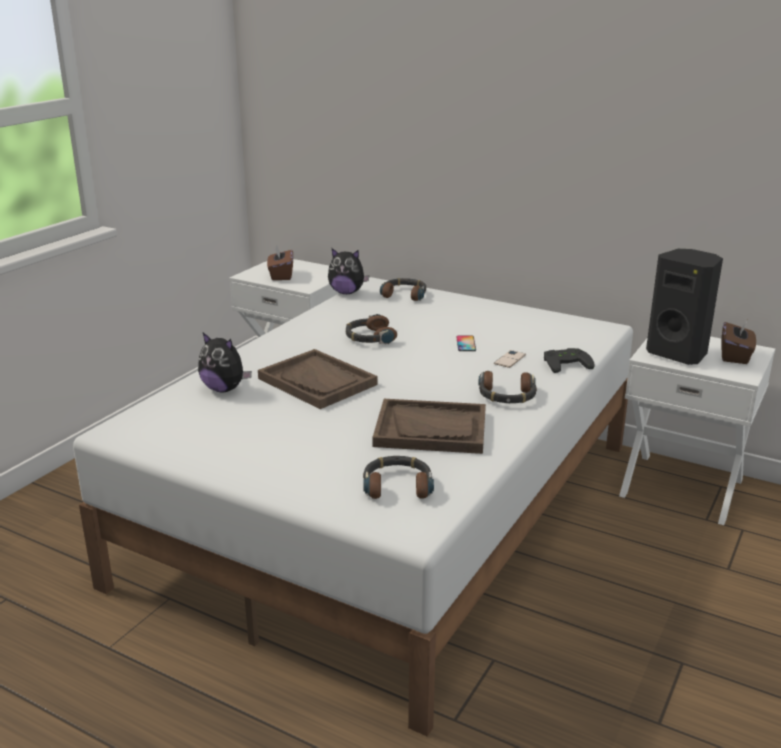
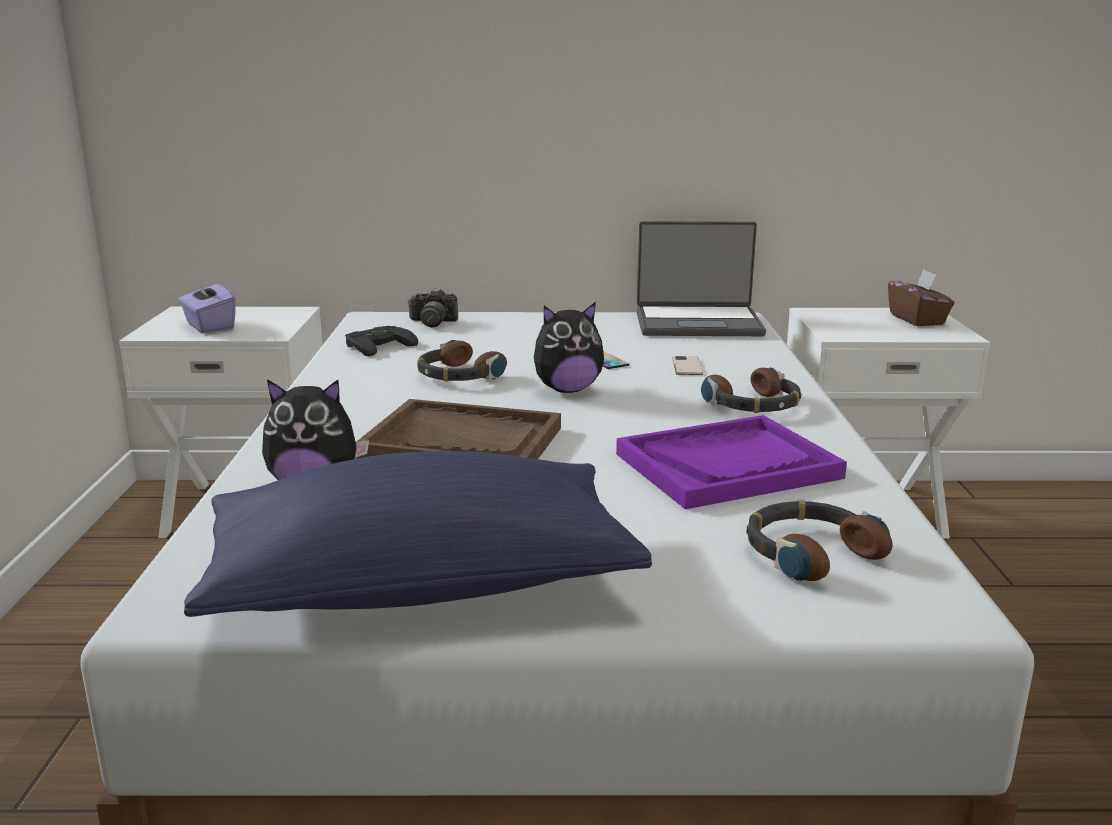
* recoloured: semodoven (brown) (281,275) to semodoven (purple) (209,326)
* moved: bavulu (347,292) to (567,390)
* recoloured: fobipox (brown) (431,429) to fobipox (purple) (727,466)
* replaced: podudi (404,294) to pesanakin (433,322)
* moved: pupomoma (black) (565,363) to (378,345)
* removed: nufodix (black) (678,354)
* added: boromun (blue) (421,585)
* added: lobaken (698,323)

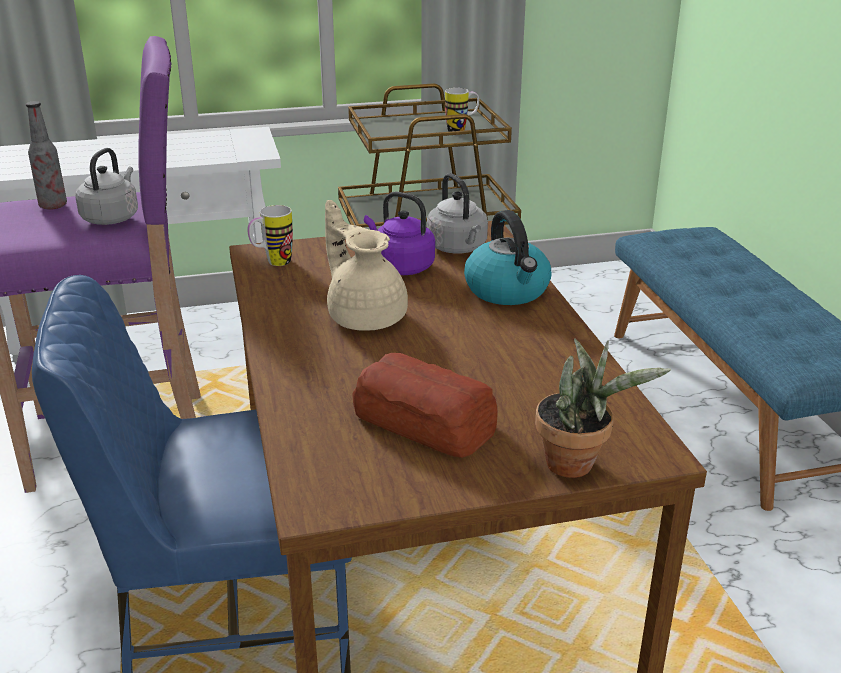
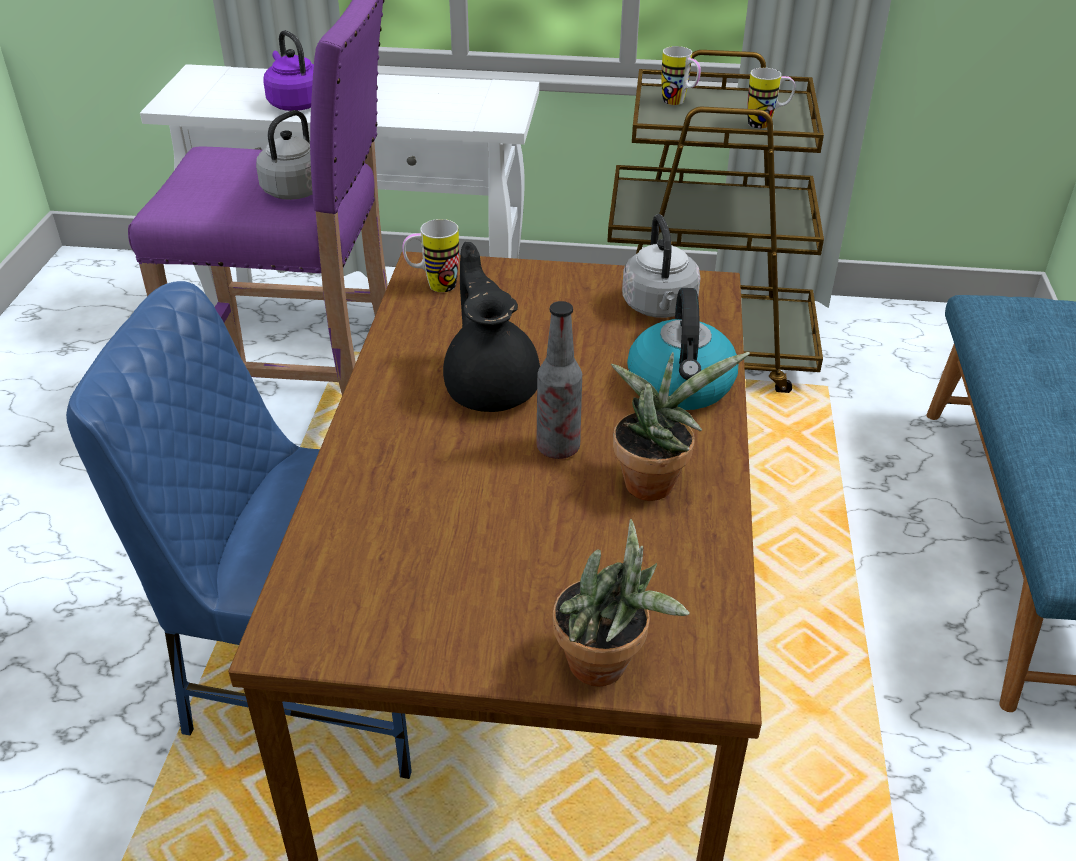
* moved: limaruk (53,206) to (558,448)
* recoloured: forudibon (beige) (365,316) to forudibon (black) (491,387)
* removed: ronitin (425,423)
* moved: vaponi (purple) (400,267) to (295,103)
* added: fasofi (654,481)
* added: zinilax (679,103)

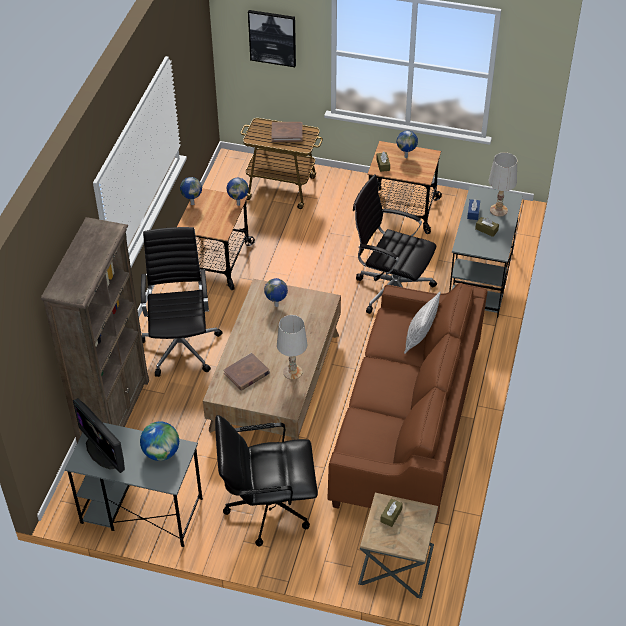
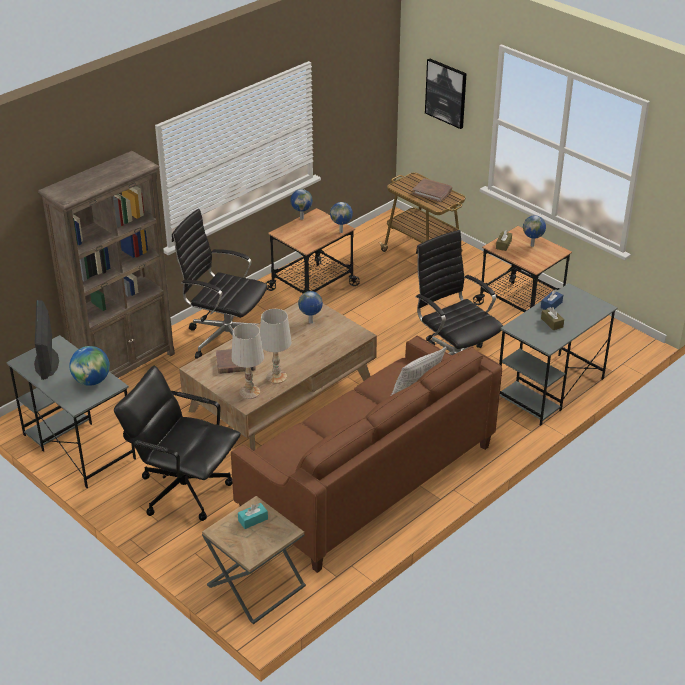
* turned: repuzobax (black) (181,345) = (225,338) 90 degrees counterclockwise
* recoloured: semodoven (brown) (391,515) to semodoven (turquoise) (253,520)
* moved: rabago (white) (498,210) to (249,392)

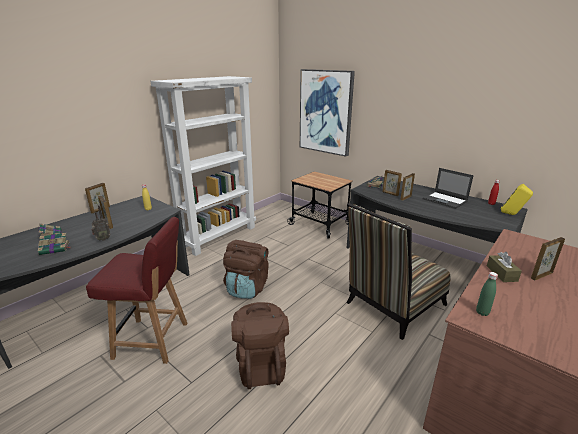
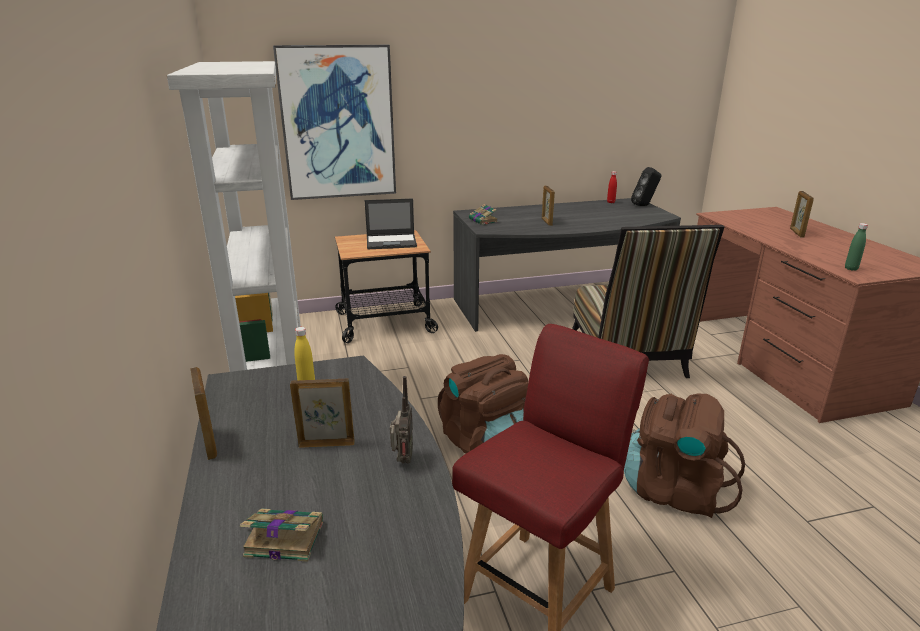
* removed: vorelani (55,249)
* removed: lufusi (390,194)
* moved: lobaken (445,200) to (392,242)
* removed: semodoven (brown) (501,273)
* recoloured: nufodix (yellow) (512,214) to nufodix (black) (645,205)

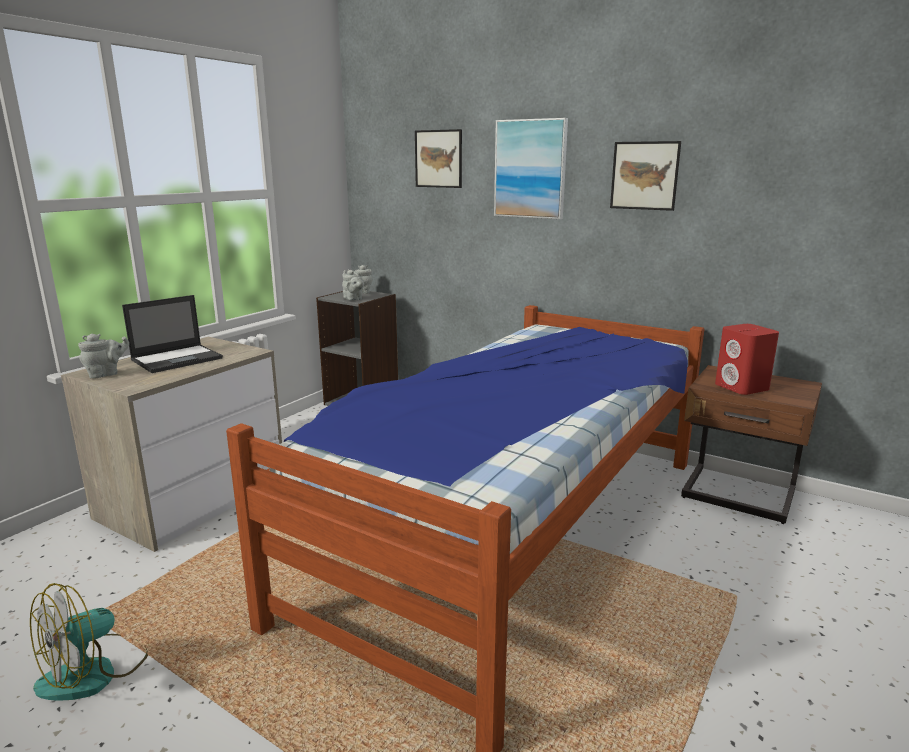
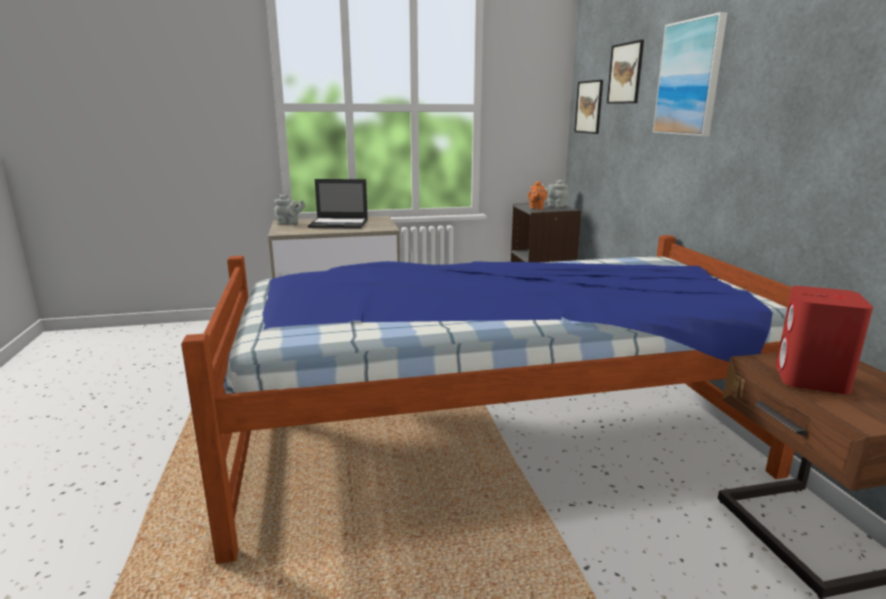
* removed: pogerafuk (94,672)
* recoloured: forudibon (grey) (353,299) to forudibon (orange) (536,209)
* moved: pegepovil (644,175) to (589,107)

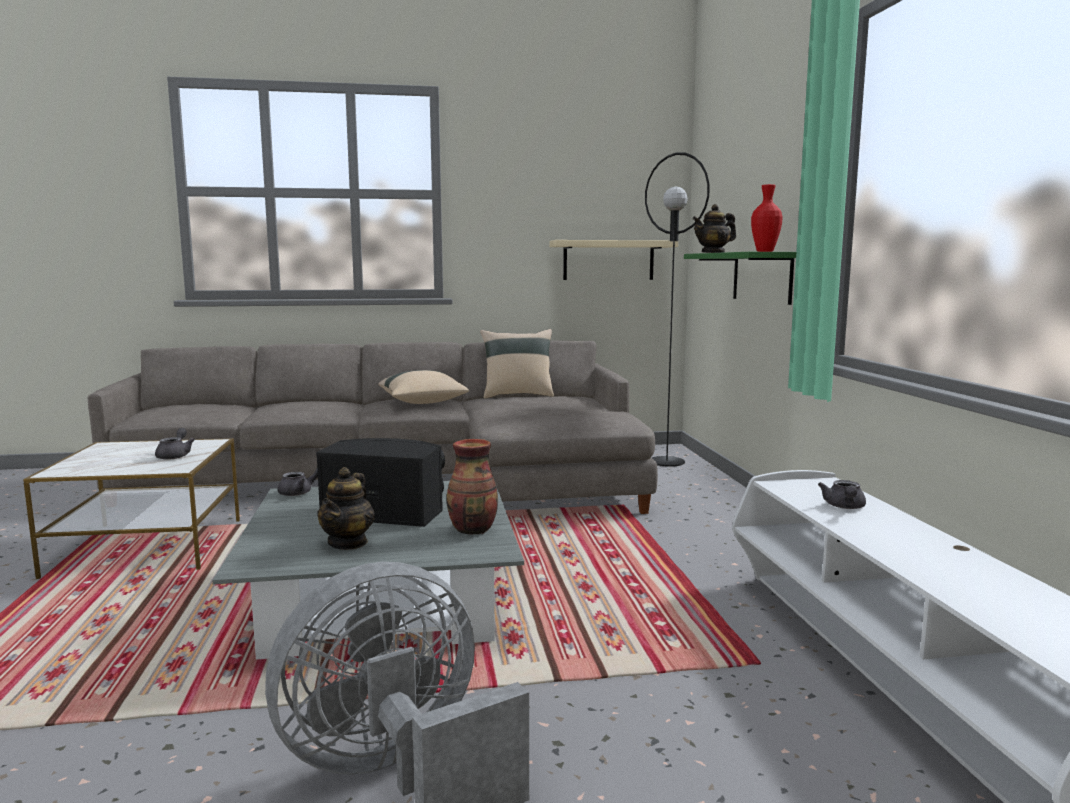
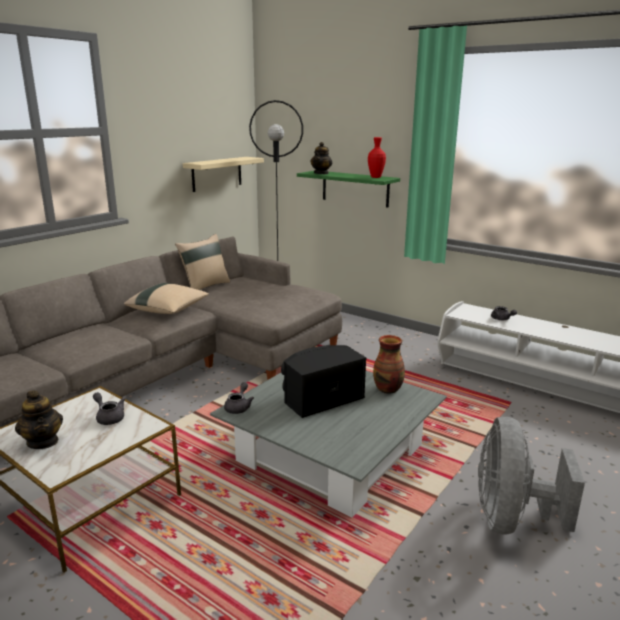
* moved: forudibon (348,543) to (43,441)

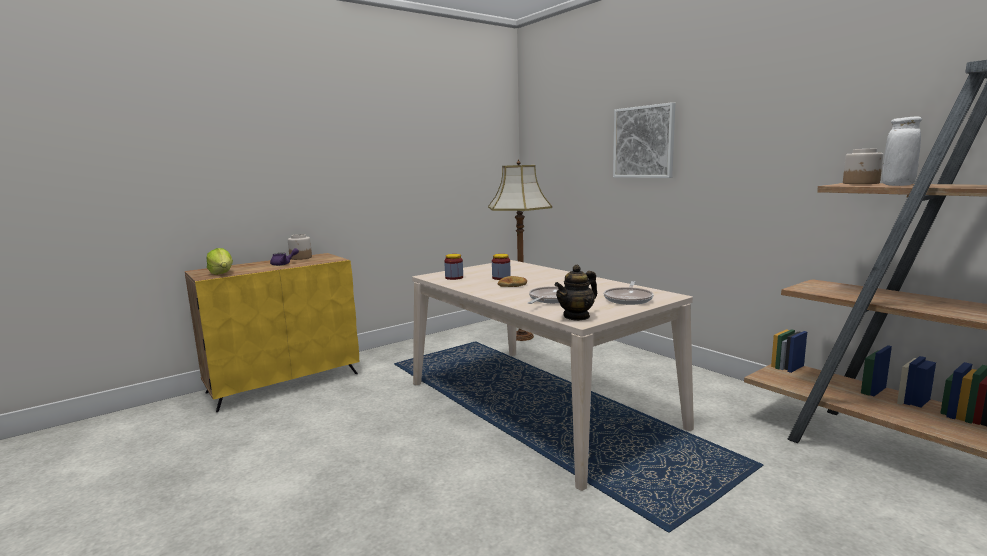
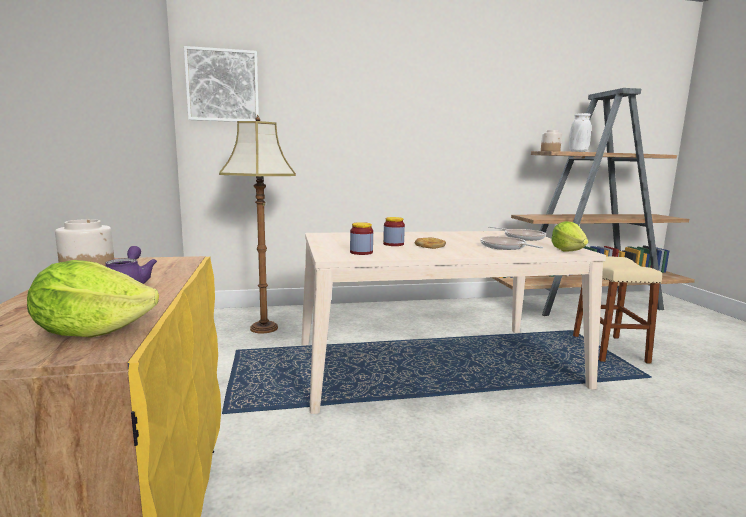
* replaced: forudibon (576,316) to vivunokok (568,250)
* moved: pegepovil (643,142) to (223,86)
* added: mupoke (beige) (609,349)

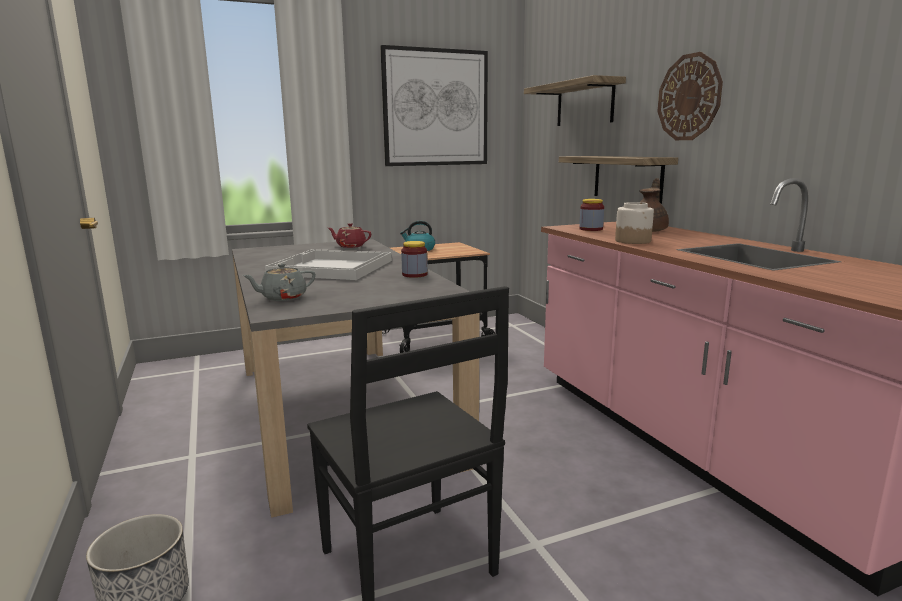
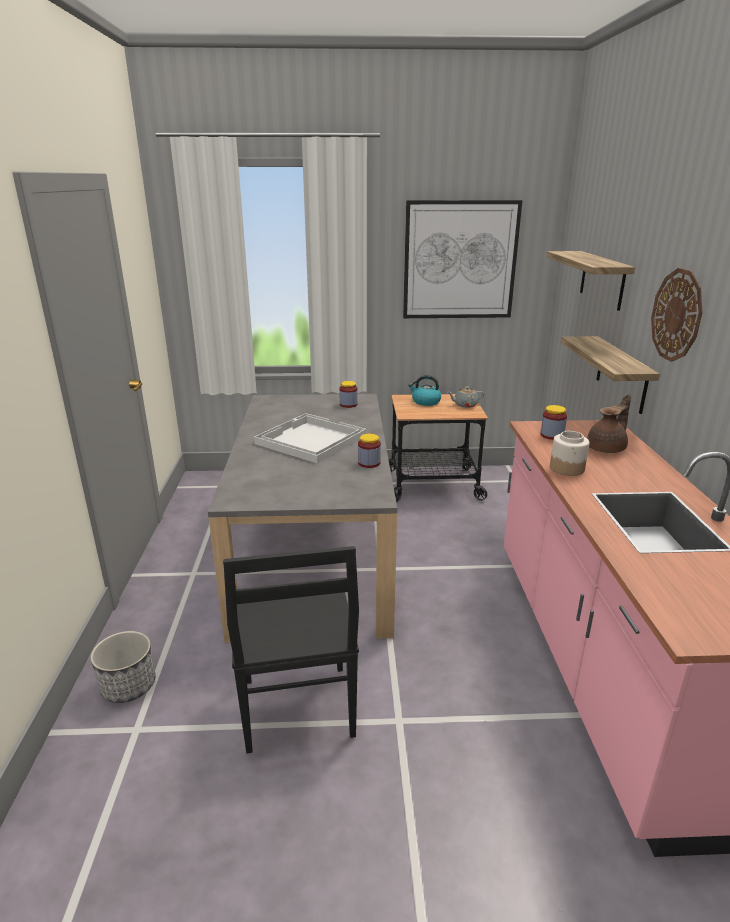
* moved: forudibon (grey) (283,297) to (465,405)
* replaced: forudibon (red) (350,246) to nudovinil (348,404)

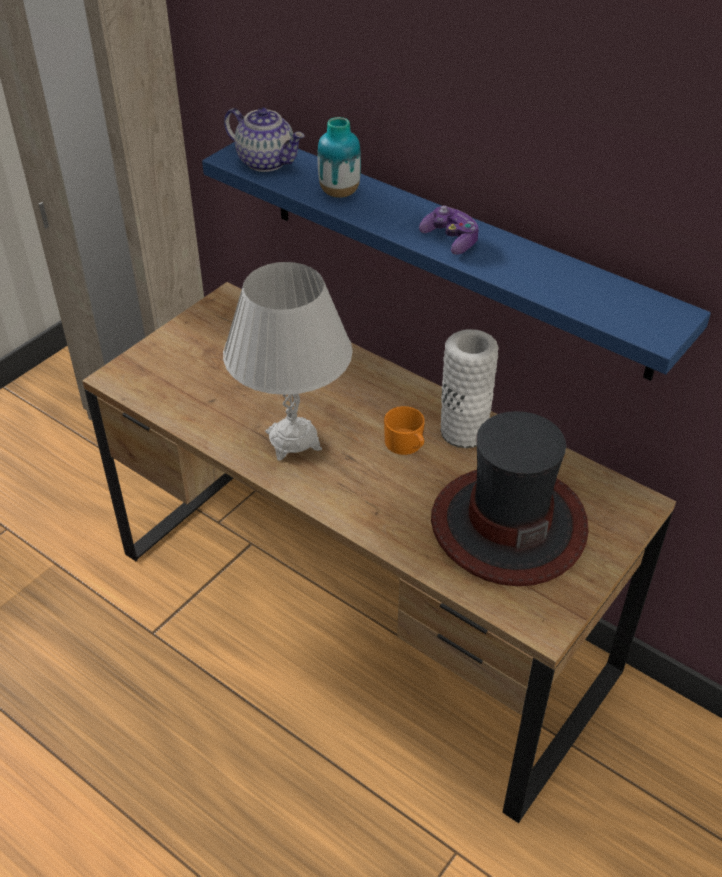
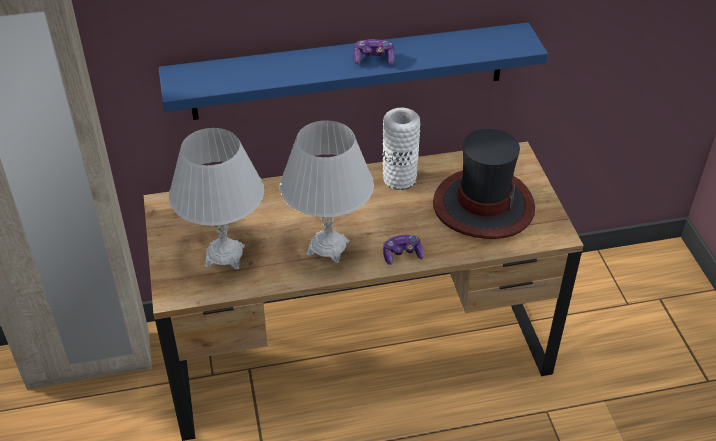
* removed: forudibon (267,161)
* removed: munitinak (339,193)
* removed: zinilax (orange) (406,445)
* added: rabago (white) (225,255)
* added: pupomoma (402,255)

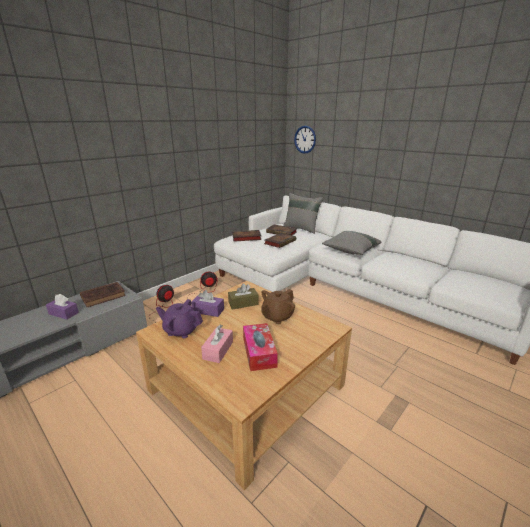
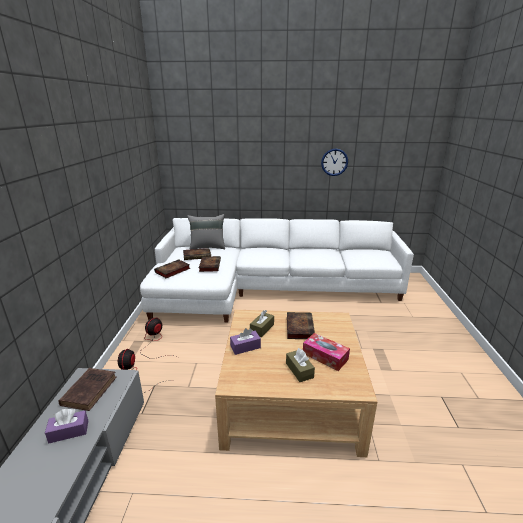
* removed: forudibon (purple) (181,330)
* recoloured: semodoven (pink) (218,350) to semodoven (brown) (299,370)
* replaced: forudibon (brown) (277,317) to vorelani (299,327)
* moved: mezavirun (305,139) to (334,162)
* removed: boromun (grey) (350,251)

